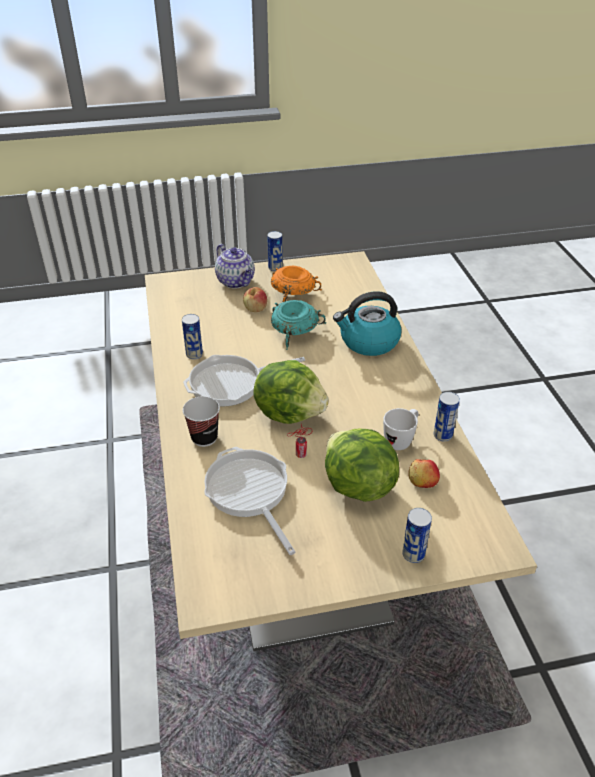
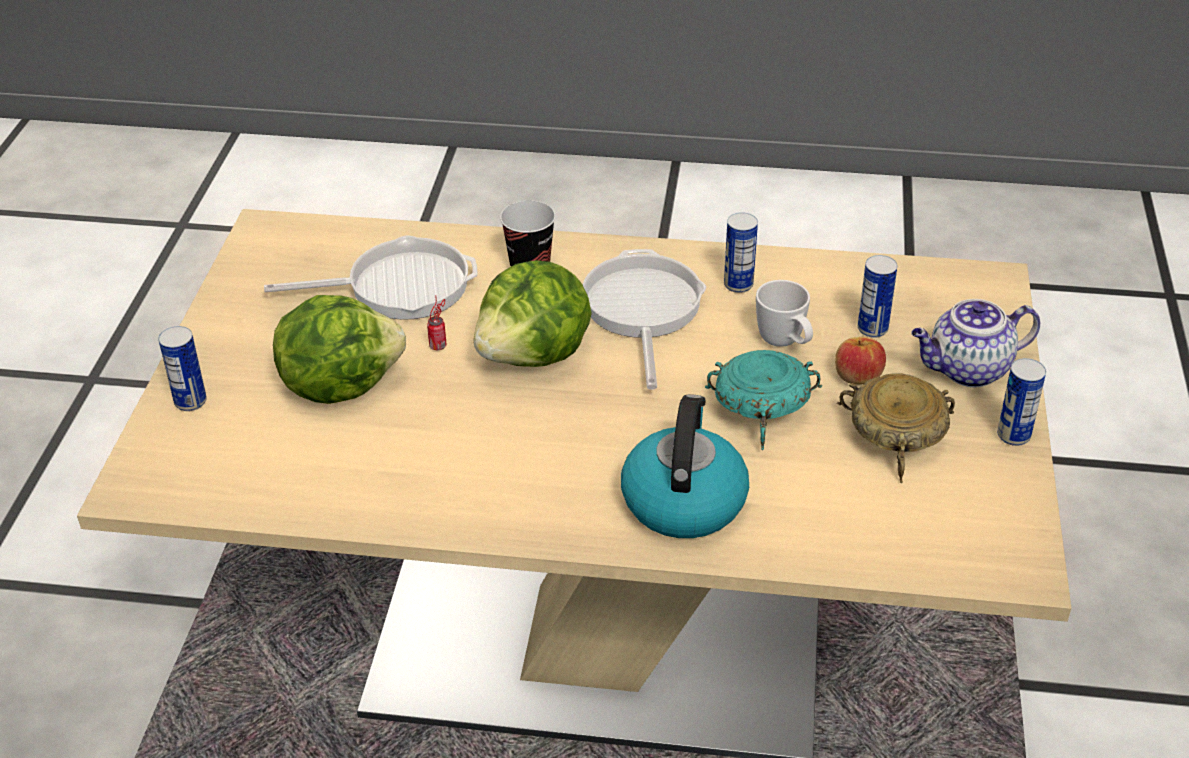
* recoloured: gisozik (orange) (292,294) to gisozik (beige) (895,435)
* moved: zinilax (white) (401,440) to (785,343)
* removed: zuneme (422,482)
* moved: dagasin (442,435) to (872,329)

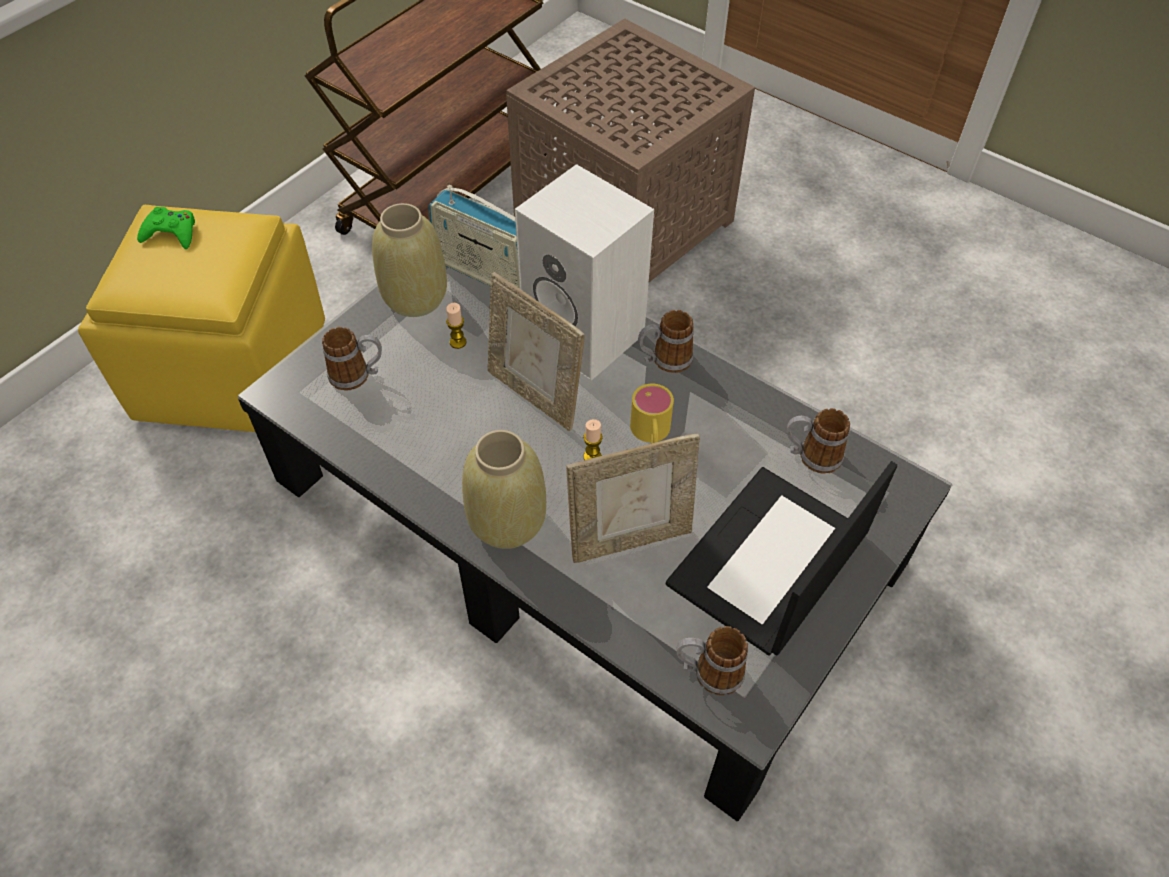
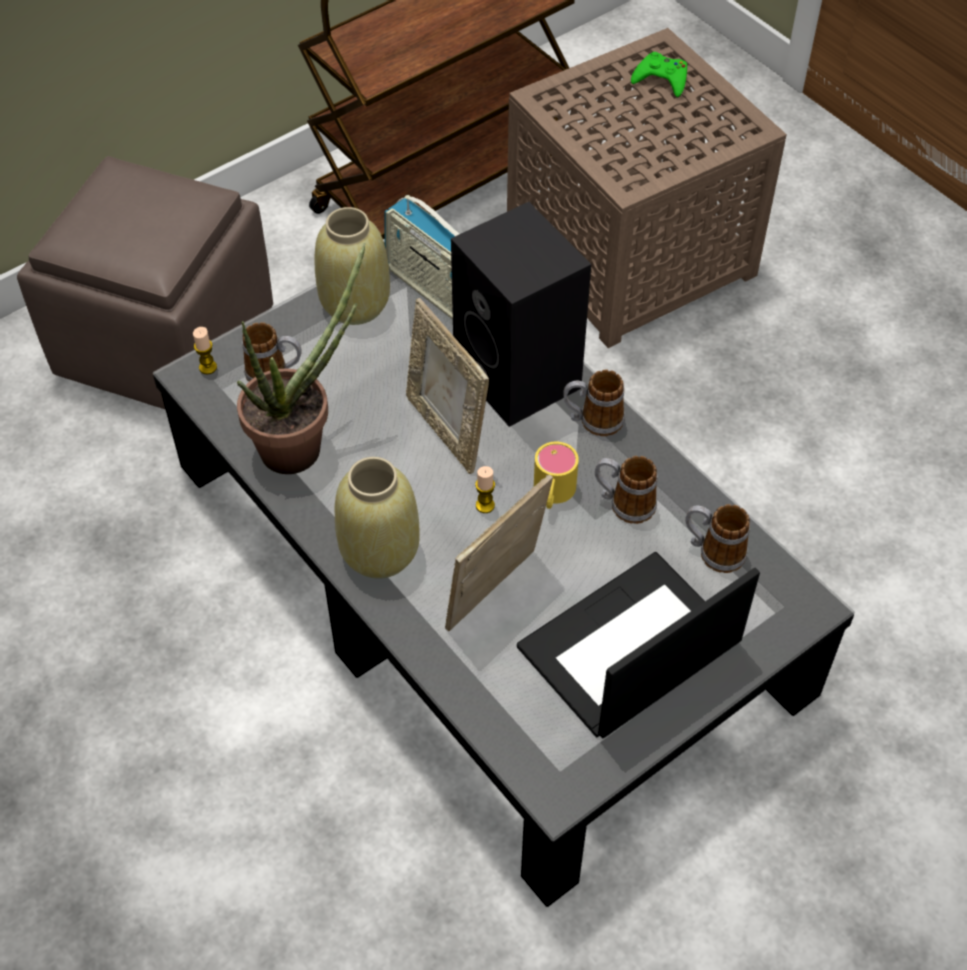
* recoloured: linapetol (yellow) (231,369) to linapetol (brown) (164,340)
* moved: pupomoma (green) (171,233) to (661,79)
* moved: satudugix (458,342) to (208,367)
* recoloured: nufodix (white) (587,334) to nufodix (black) (521,376)
* turned: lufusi (630,538) = (496,594) 135 degrees clockwise
* moved: zinilax (708,672) to (624,504)
* added: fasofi (302,444)

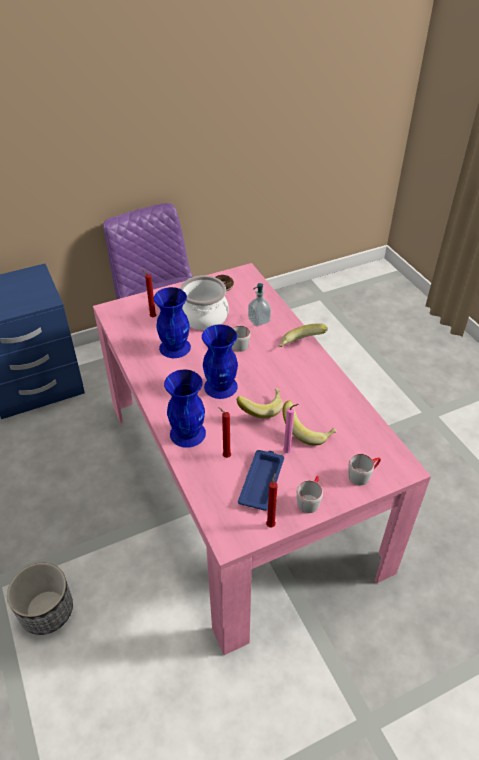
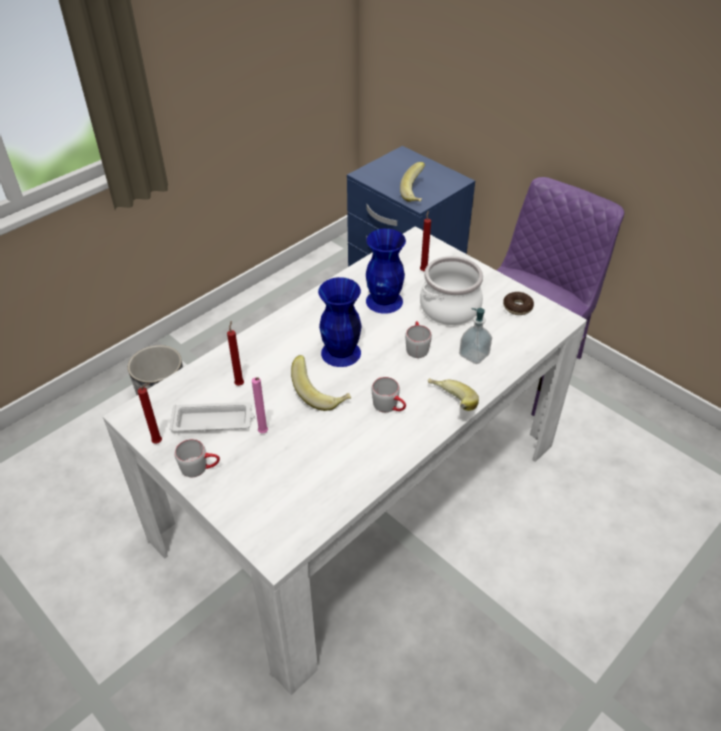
* recoloured: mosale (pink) (240,482) to mosale (white) (360,491)
* removed: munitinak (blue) (188,433)
* recoloured: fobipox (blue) (262,481) to fobipox (white) (214,421)
* moved: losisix (308,431) to (416,194)
* moved: zinilax (grey) (363,474) to (390,406)

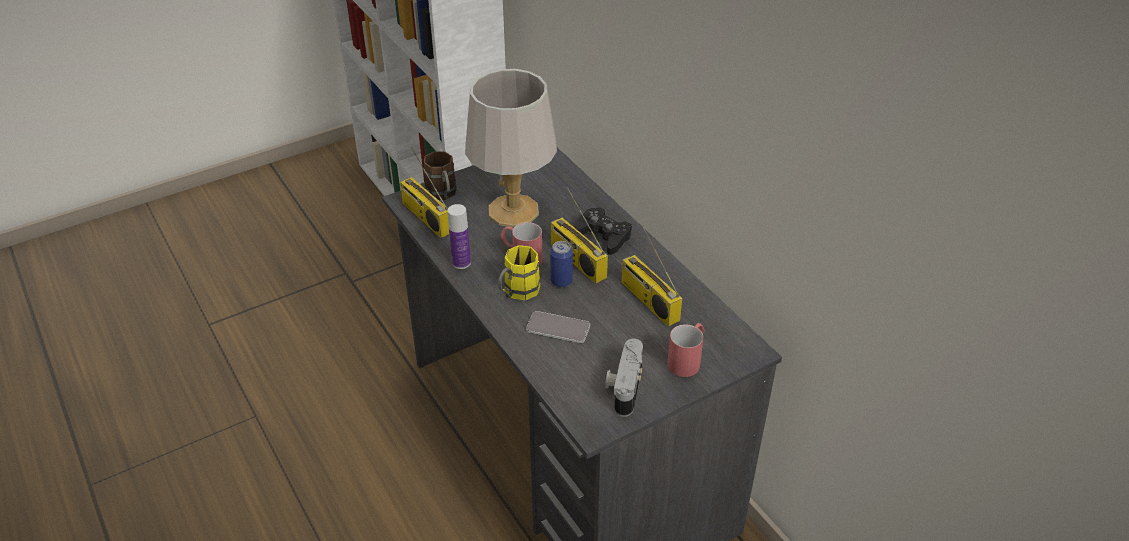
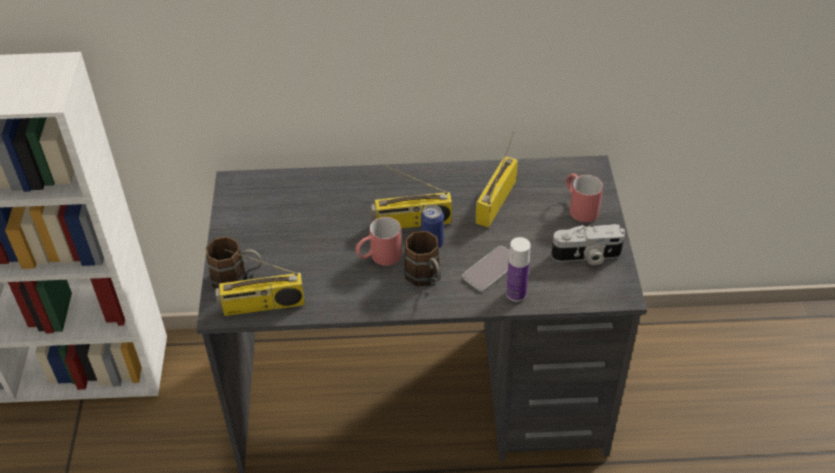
* moved: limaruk (461,263) to (516,294)
* removed: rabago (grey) (514,211)
* recoloured: zinilax (yellow) (517,293) to zinilax (brown) (426,279)
* removed: pupomoma (black) (603,236)
* turned: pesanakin (624,387) = (586,257) 45 degrees counterclockwise
* turned: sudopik (647,300) = (495,200) 120 degrees clockwise

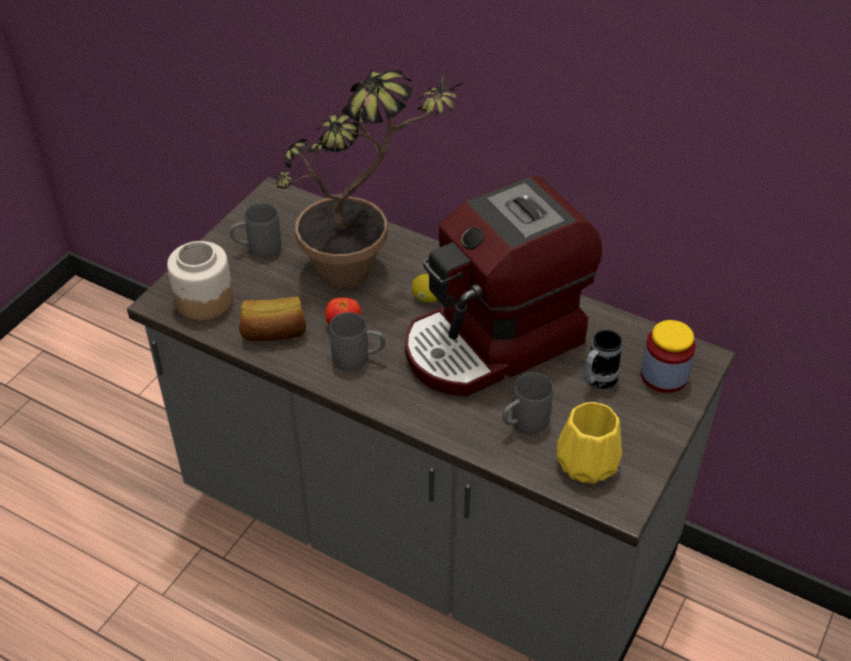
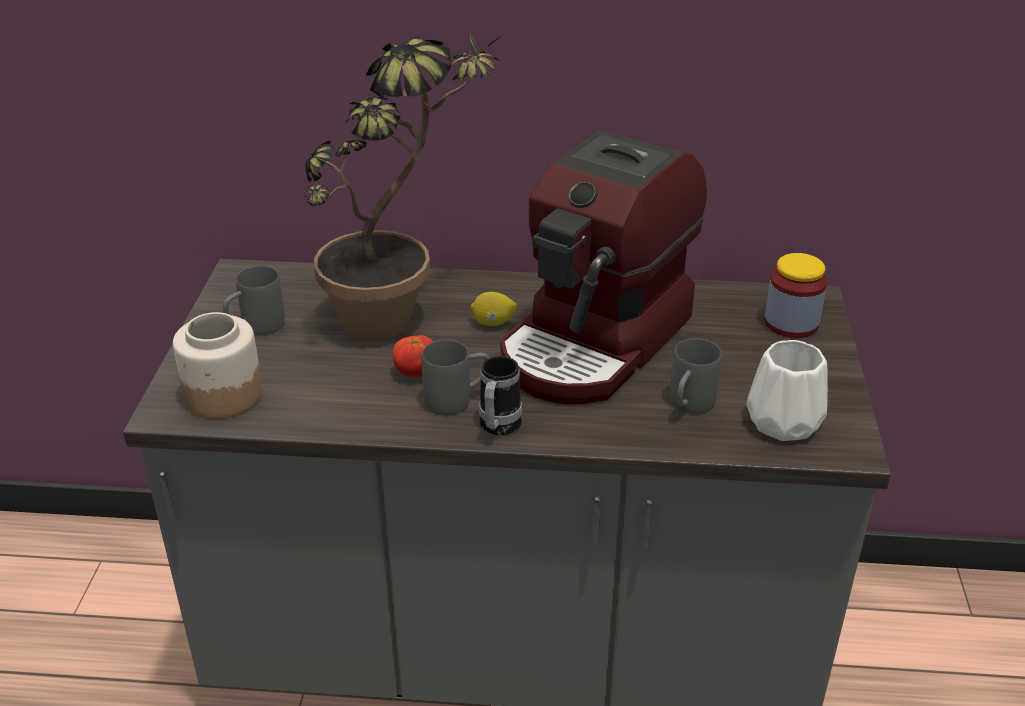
* removed: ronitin (274,333)
* recoloured: munitinak (yellow) (588,463) to munitinak (white) (784,421)
* moved: zinilax (597,381) to (497,428)

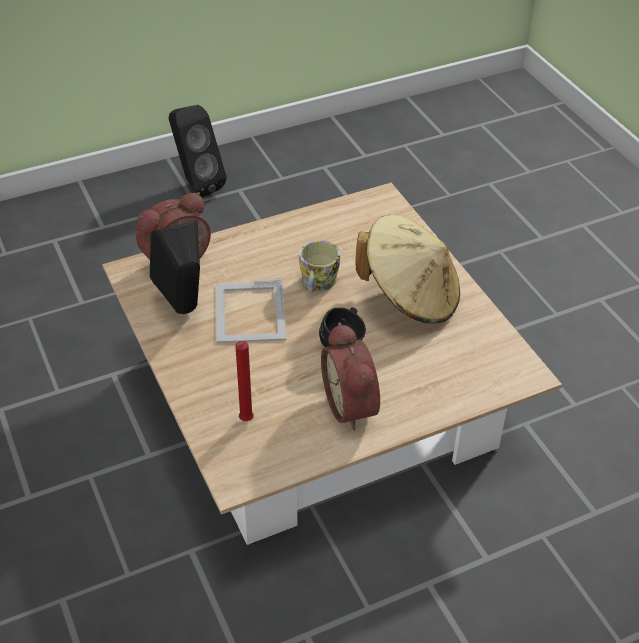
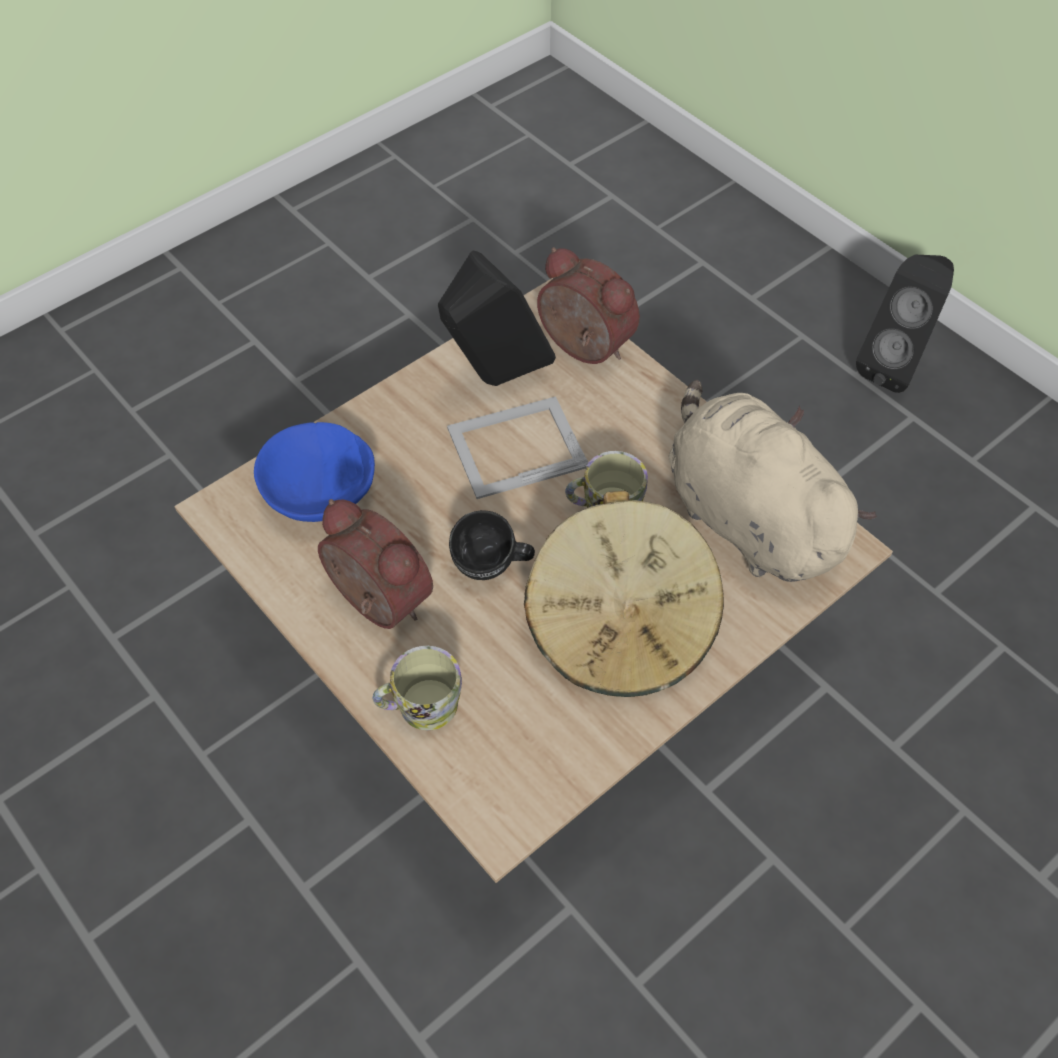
* replaced: satudugix (red) (245,421) to gisozik (blue) (318,493)
* turned: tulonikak (353,405) = (375,603) 75 degrees clockwise
* added: zinilax (419,706)
* added: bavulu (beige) (747,518)

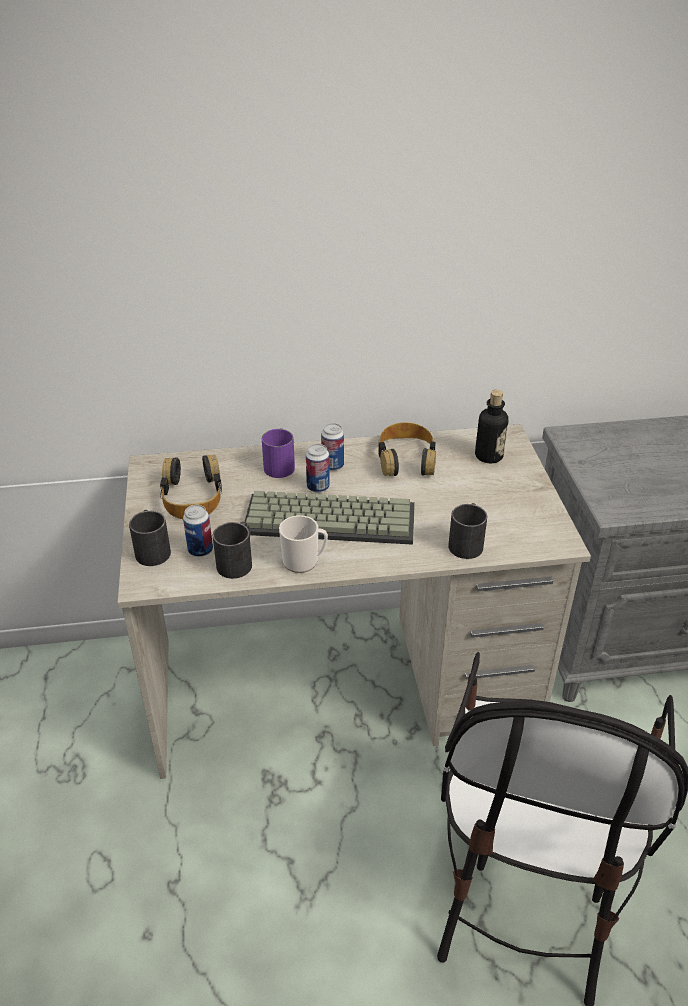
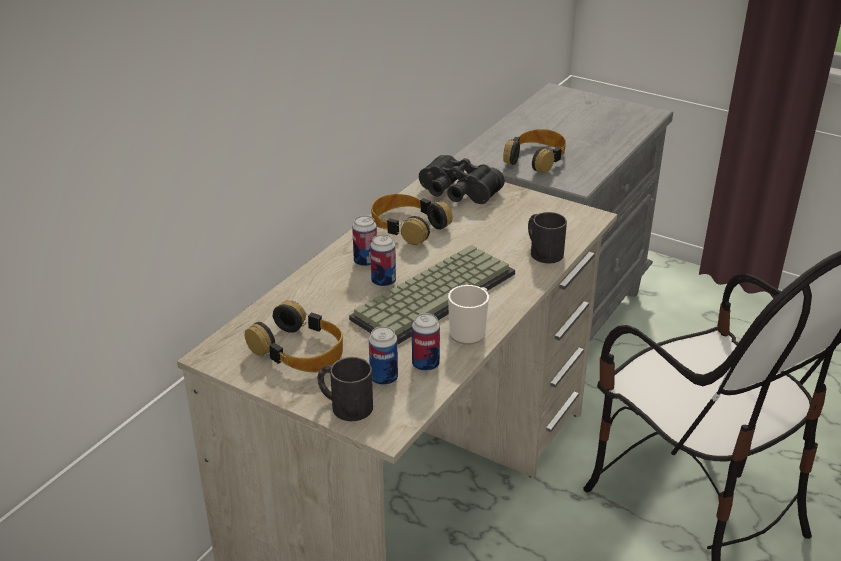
* replaced: zinilax (black) (238,561) to dagasin (425,364)
* removed: zinilax (purple) (280,464)
* replaced: limaruk (489,456) to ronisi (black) (457,193)
* added: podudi (536,158)

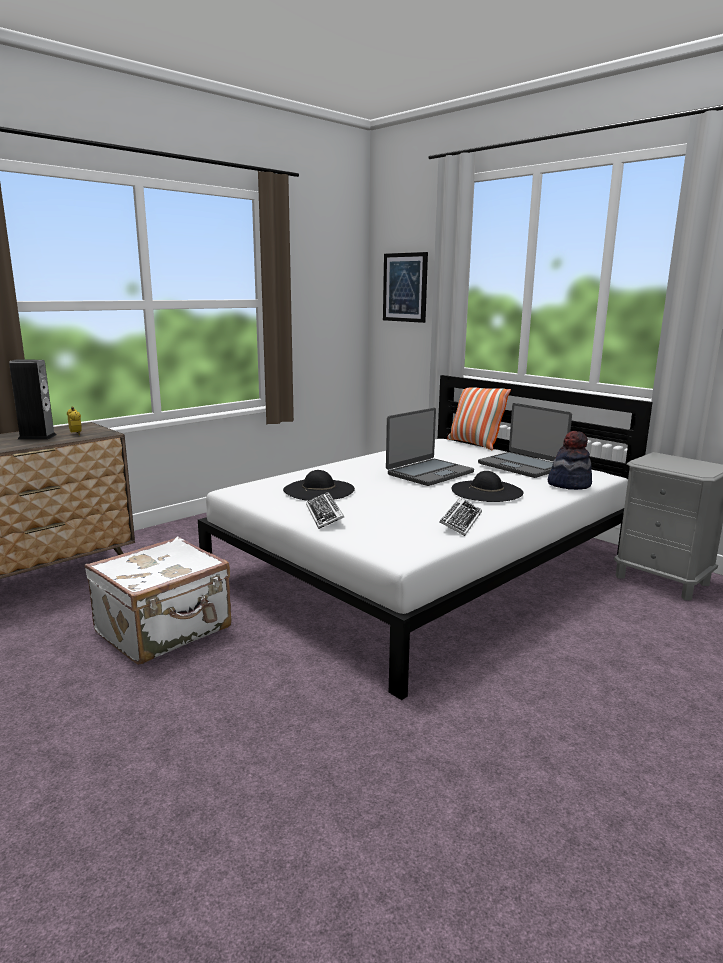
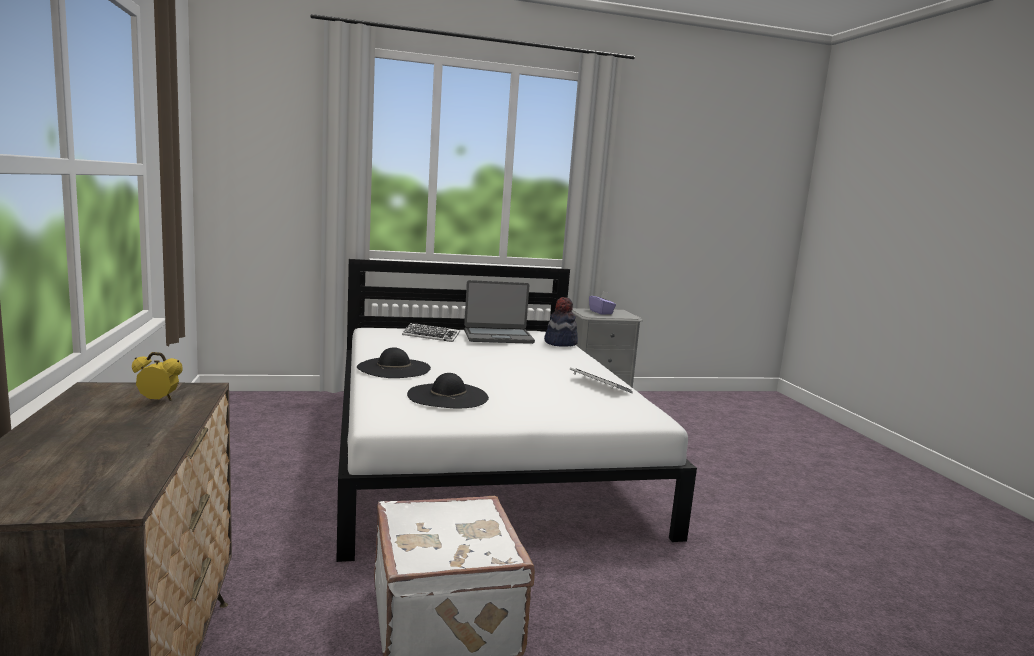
* removed: nufodix (37,437)
* moved: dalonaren (324,515) to (431,336)
* removed: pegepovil (405,287)
* removed: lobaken (429,473)
* removed: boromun (474,444)
* moved: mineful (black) (487,491) to (394,368)
* added: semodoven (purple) (601,312)

